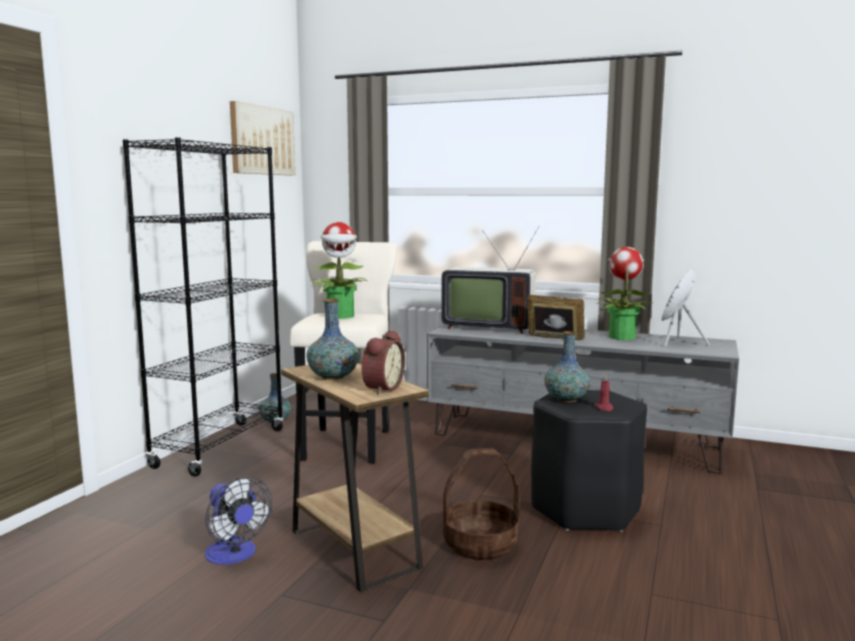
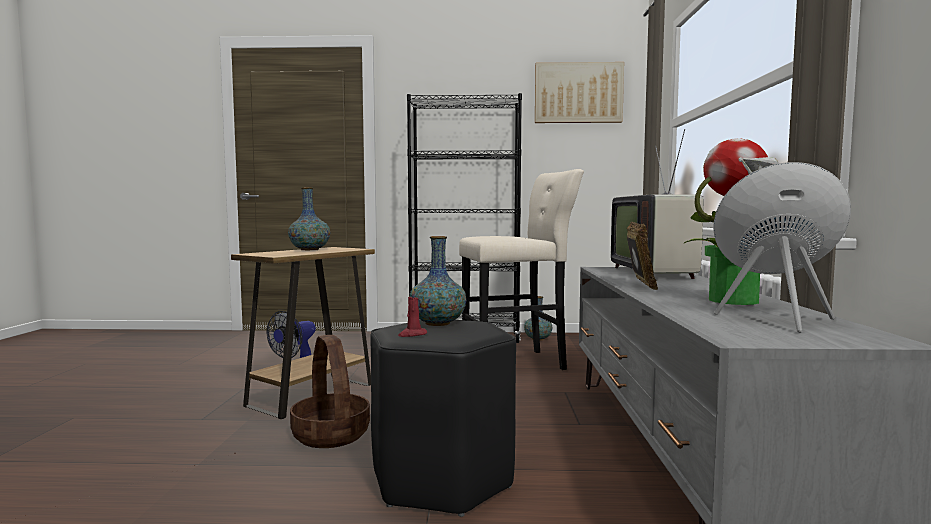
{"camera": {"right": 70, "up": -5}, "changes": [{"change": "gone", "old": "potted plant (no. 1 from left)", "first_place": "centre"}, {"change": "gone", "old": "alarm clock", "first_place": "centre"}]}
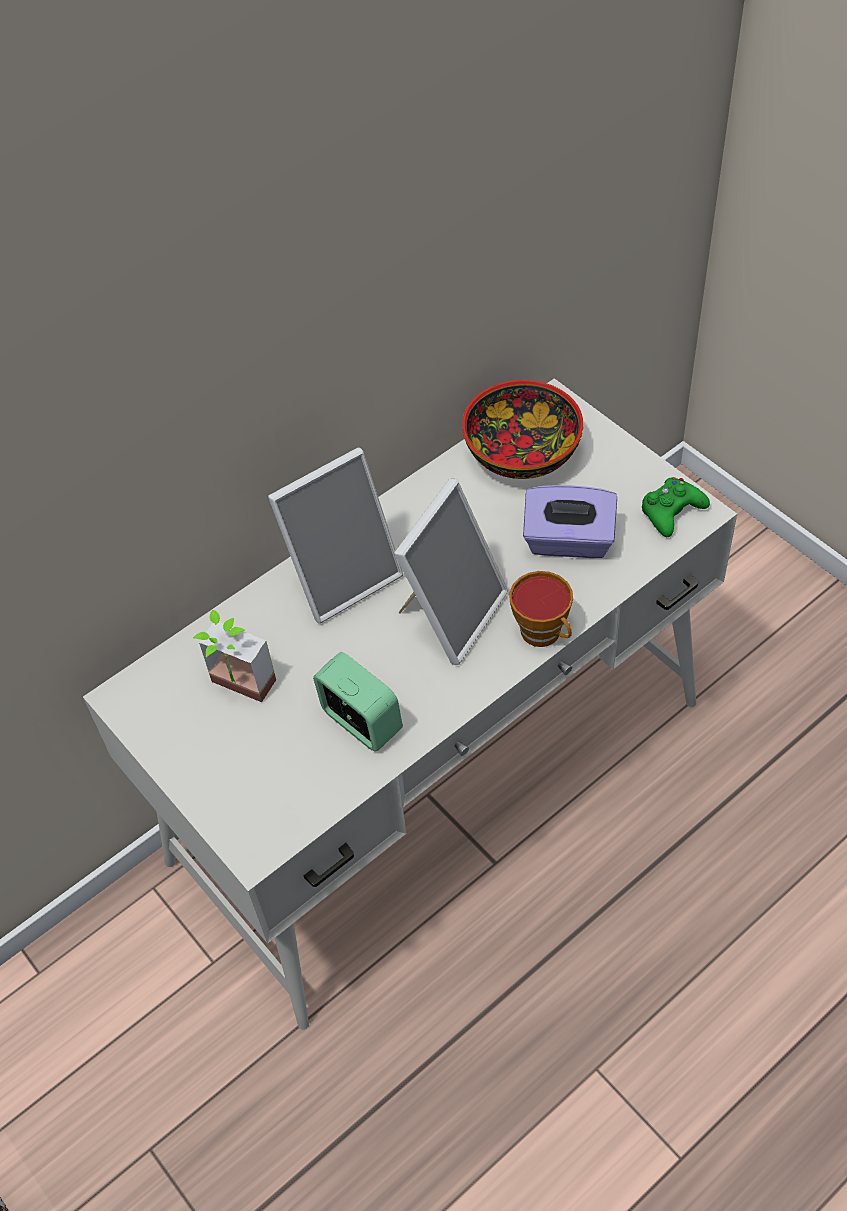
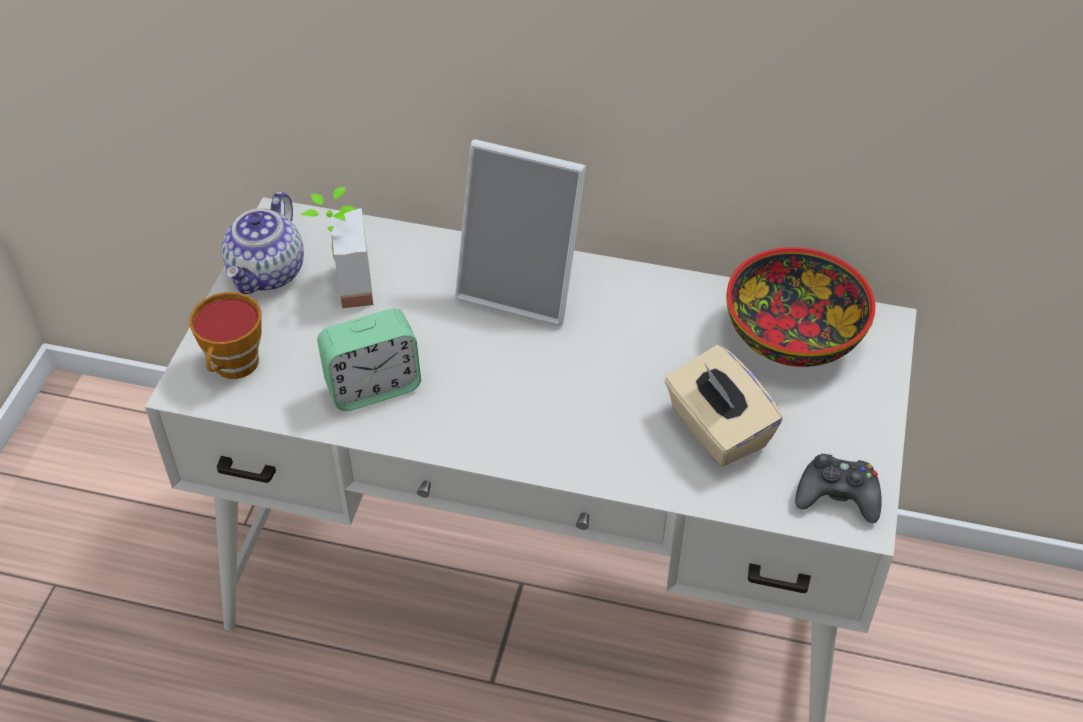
{"camera": {"right": 50, "up": -5}, "changes": [{"change": "shifted", "old": "cup", "first_place": "centre", "second_place": "middle left"}, {"change": "new", "new": "teapot", "second_place": "middle left"}, {"change": "rotated", "old": "alarm clock", "first_place": "centre", "second_place": "centre", "degrees": 60}, {"change": "repainted", "old": "tissue box (purple)", "new": "tissue box (beige)", "first_place": "middle right", "second_place": "middle right"}, {"change": "repainted", "old": "game controller (green)", "new": "game controller (black)", "first_place": "middle right", "second_place": "bottom right"}, {"change": "gone", "old": "picture frame (no. 2 from left)", "first_place": "centre"}]}
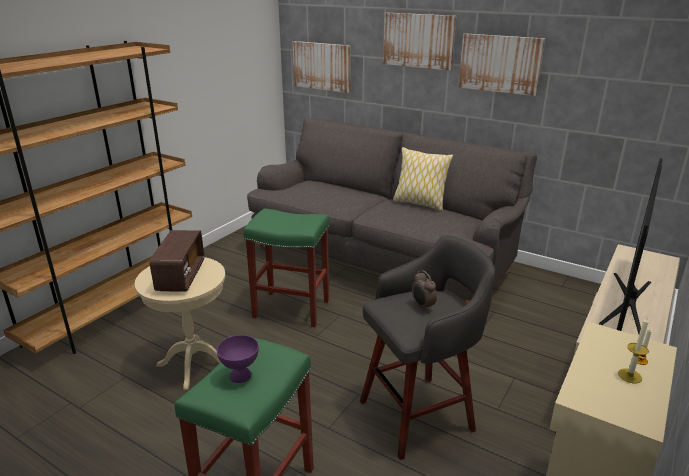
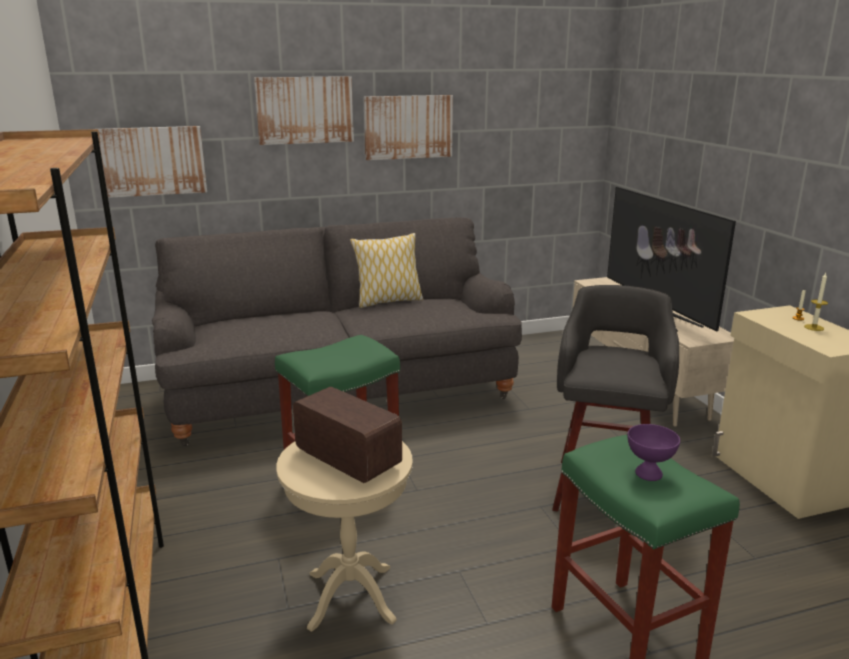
{"camera": {"right": -50, "up": -5}, "changes": [{"change": "gone", "old": "alarm clock", "first_place": "centre"}]}
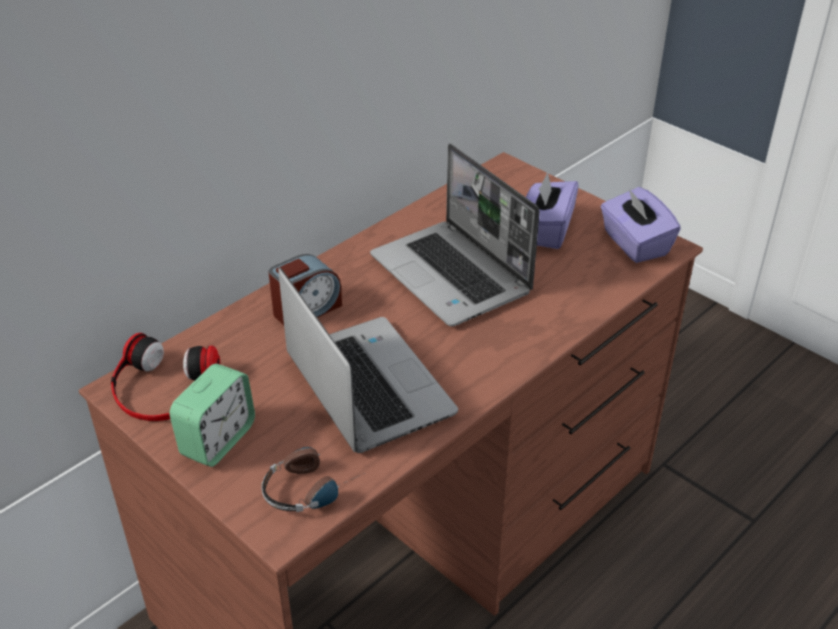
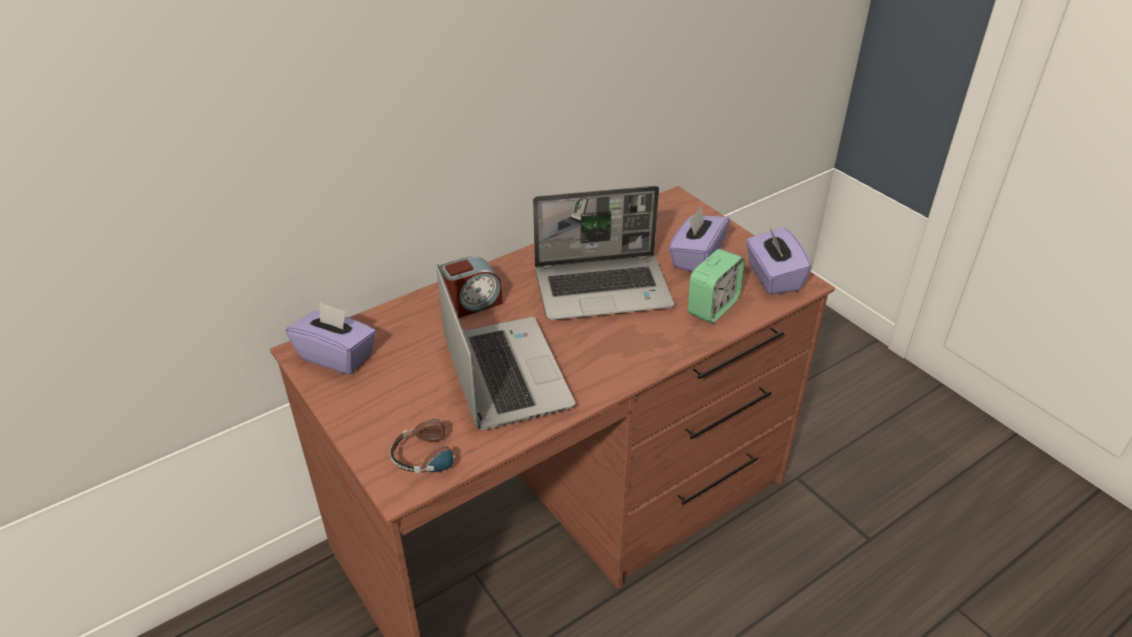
{"camera": {"right": 10, "up": 0}, "changes": [{"change": "swapped", "old": "headphones (no. 1 from left)", "new": "tissue box (purple) (no. 1 from left)", "first_place": "middle left", "second_place": "middle left"}, {"change": "rotated", "old": "laptop (no. 2 from left)", "first_place": "centre", "second_place": "centre", "degrees": -75}, {"change": "shifted", "old": "alarm clock (no. 1 from left in the first image)", "new": "alarm clock (no. 2 from left)", "first_place": "middle left", "second_place": "centre"}]}
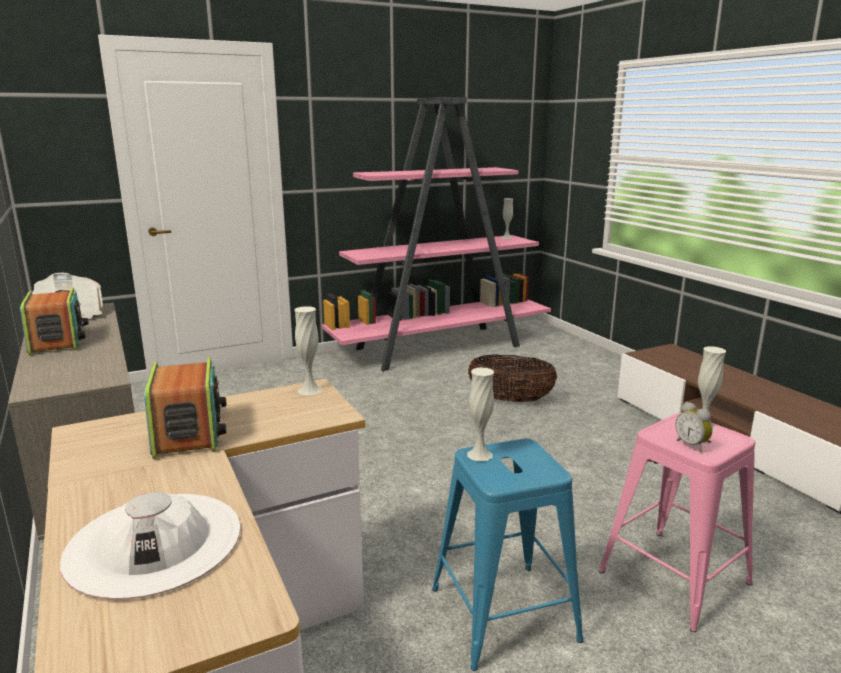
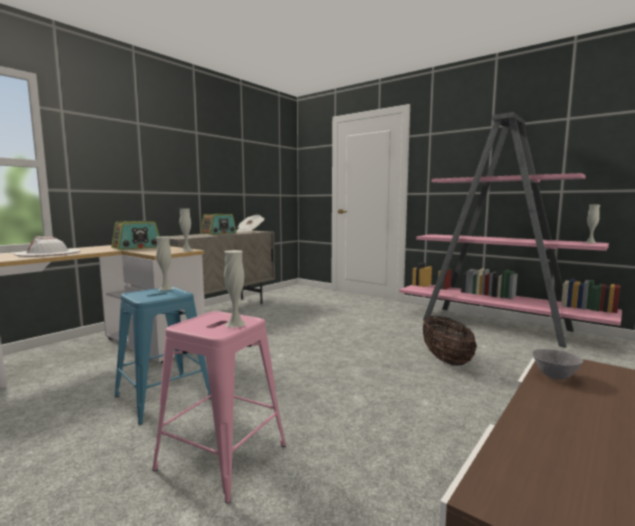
{"camera": {"right": 65, "up": -10}, "changes": [{"change": "new", "new": "bowl (grey)", "second_place": "bottom right"}, {"change": "gone", "old": "alarm clock", "first_place": "middle right"}]}
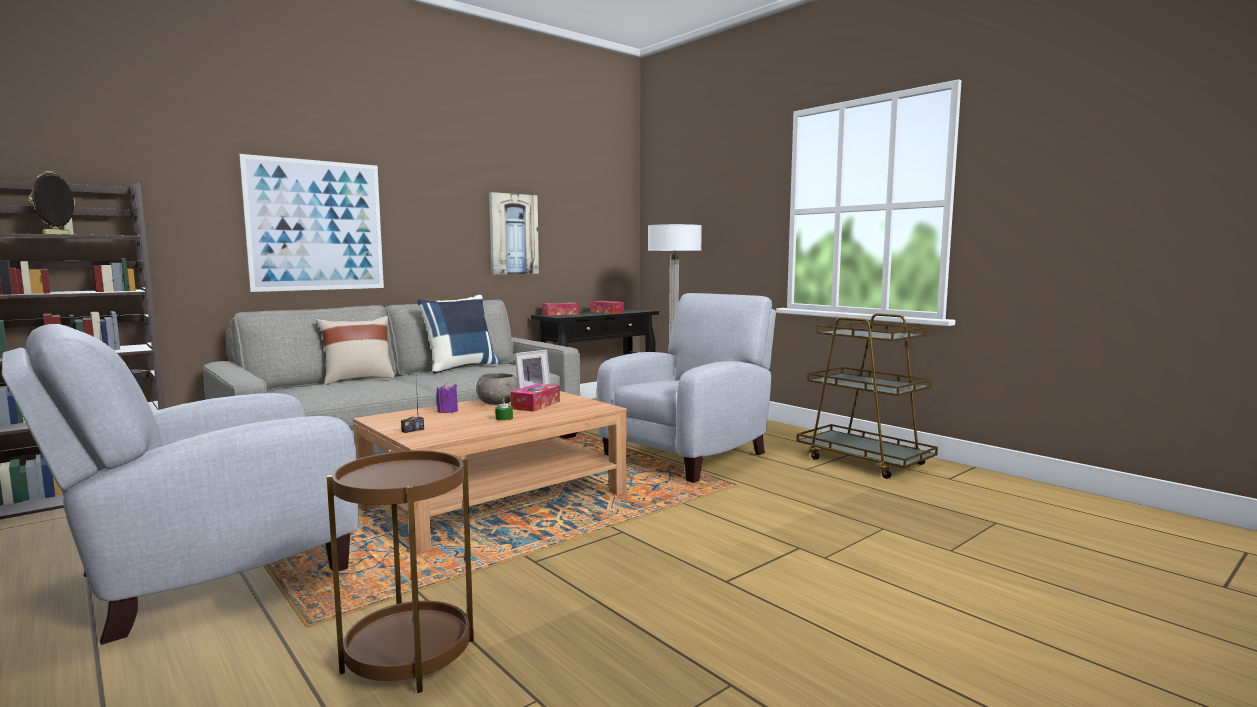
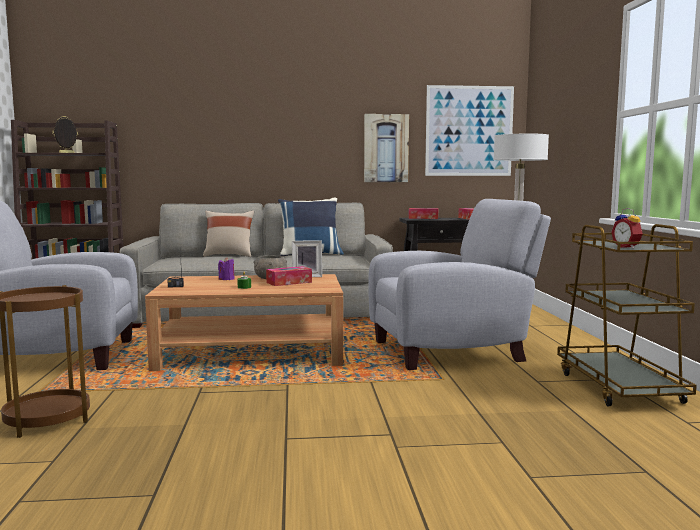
{"camera": {"right": 35, "up": 0}, "changes": [{"change": "shifted", "old": "picture (no. 1 from left in the first image)", "new": "picture (no. 2 from left)", "first_place": "top left", "second_place": "top right"}, {"change": "new", "new": "alarm clock", "second_place": "middle right"}]}
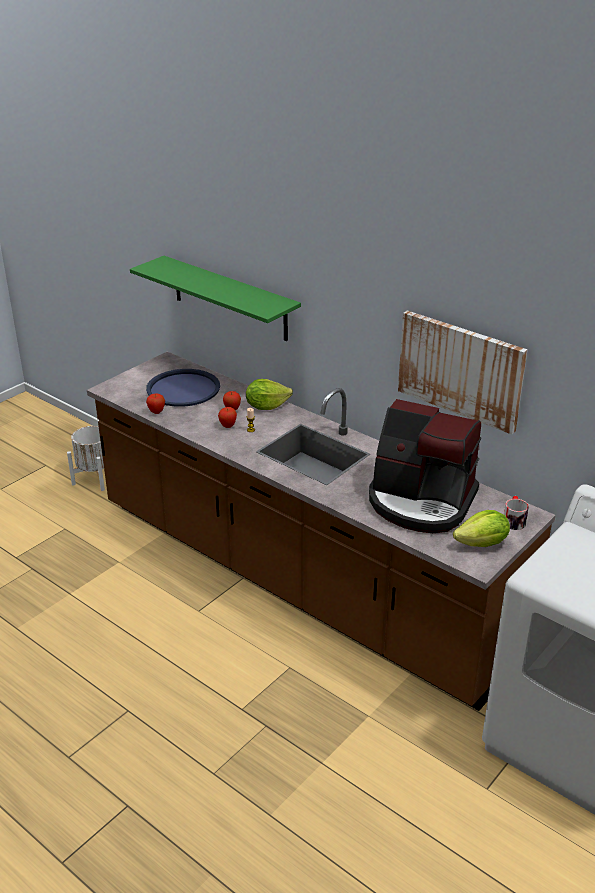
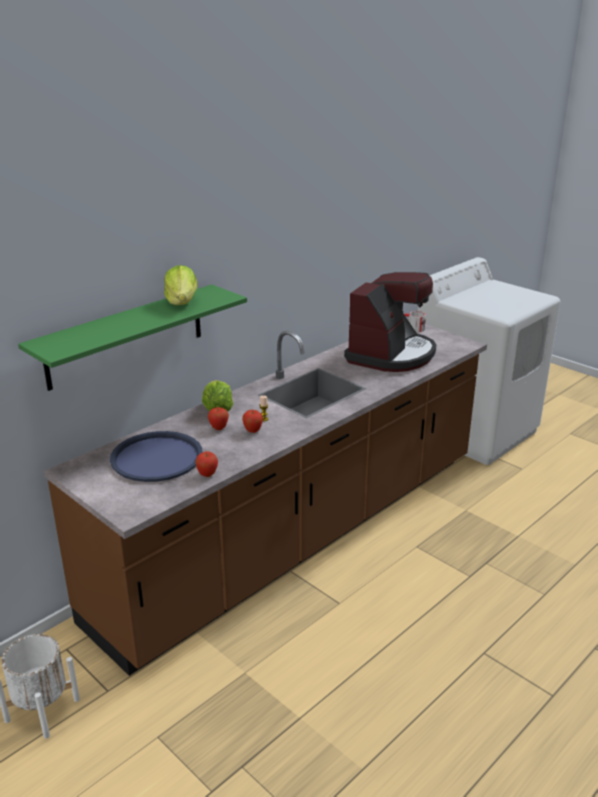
{"camera": {"right": -85, "up": -5}, "changes": [{"change": "shifted", "old": "lettuce (no. 2 from left in the first image)", "new": "lettuce (no. 1 from left)", "first_place": "middle right", "second_place": "middle left"}, {"change": "gone", "old": "picture", "first_place": "middle right"}]}
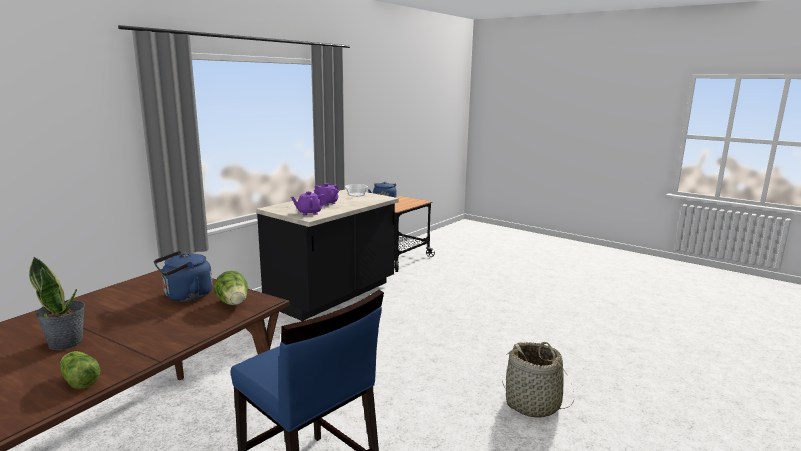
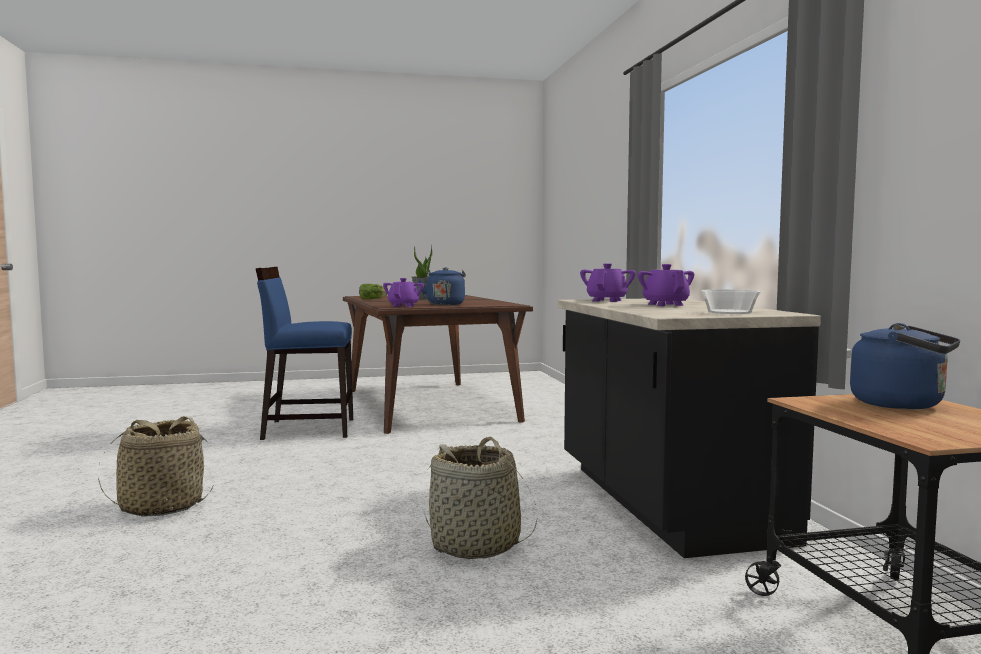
{"camera": {"right": 130, "up": -10}, "changes": [{"change": "swapped", "old": "lettuce (no. 2 from left)", "new": "teapot (purple) (no. 1 from left)", "first_place": "middle left", "second_place": "centre"}, {"change": "new", "new": "basket (no. 2 from left)", "second_place": "bottom centre"}]}
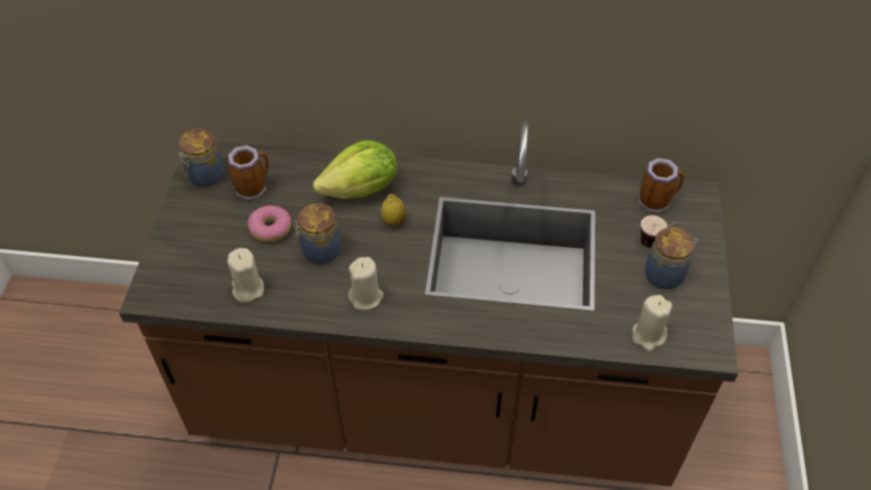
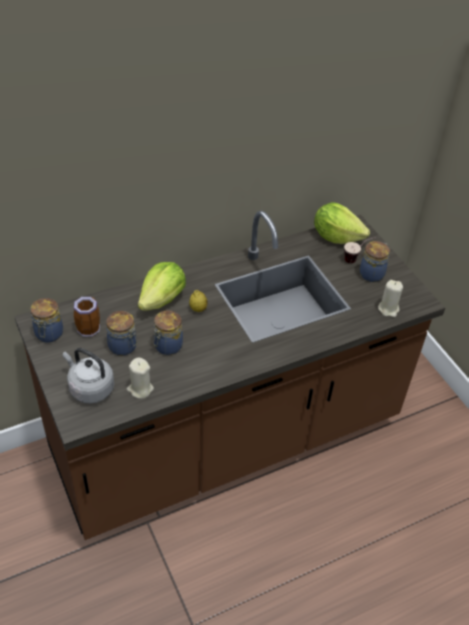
{"camera": {"right": -35, "up": -5}, "changes": [{"change": "new", "new": "kettle (grey)", "second_place": "middle left"}, {"change": "swapped", "old": "donut", "new": "jar (no. 2 from left)", "first_place": "middle left", "second_place": "middle left"}, {"change": "swapped", "old": "mug (no. 2 from left)", "new": "lettuce (no. 2 from left)", "first_place": "middle right", "second_place": "middle right"}, {"change": "gone", "old": "candle (beige) (no. 2 from left)", "first_place": "centre"}]}
